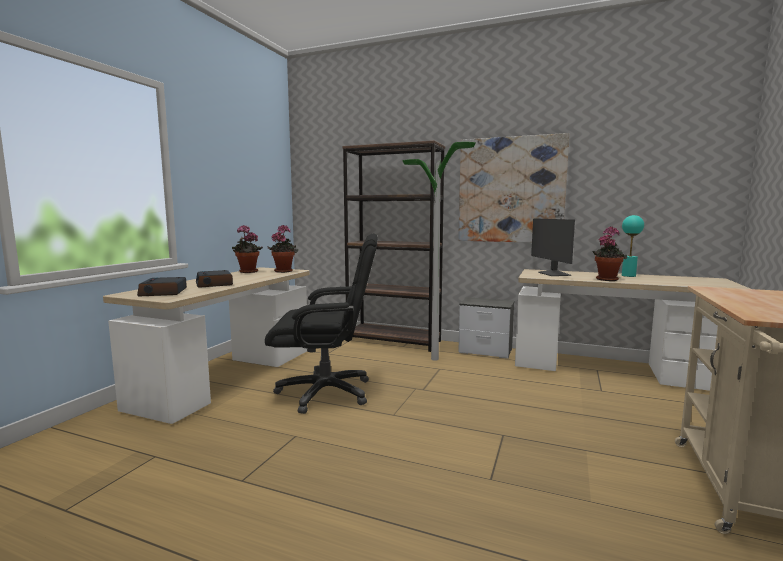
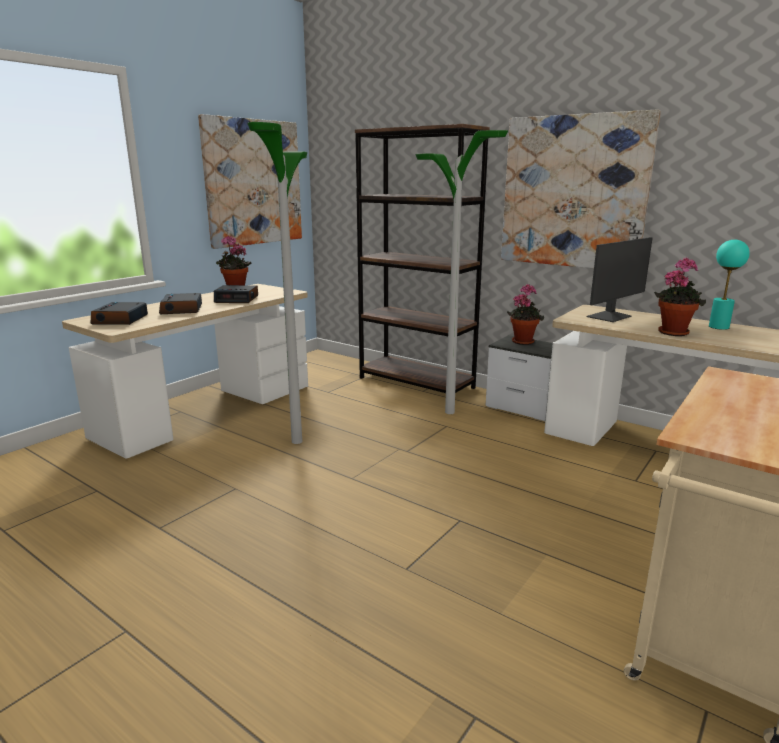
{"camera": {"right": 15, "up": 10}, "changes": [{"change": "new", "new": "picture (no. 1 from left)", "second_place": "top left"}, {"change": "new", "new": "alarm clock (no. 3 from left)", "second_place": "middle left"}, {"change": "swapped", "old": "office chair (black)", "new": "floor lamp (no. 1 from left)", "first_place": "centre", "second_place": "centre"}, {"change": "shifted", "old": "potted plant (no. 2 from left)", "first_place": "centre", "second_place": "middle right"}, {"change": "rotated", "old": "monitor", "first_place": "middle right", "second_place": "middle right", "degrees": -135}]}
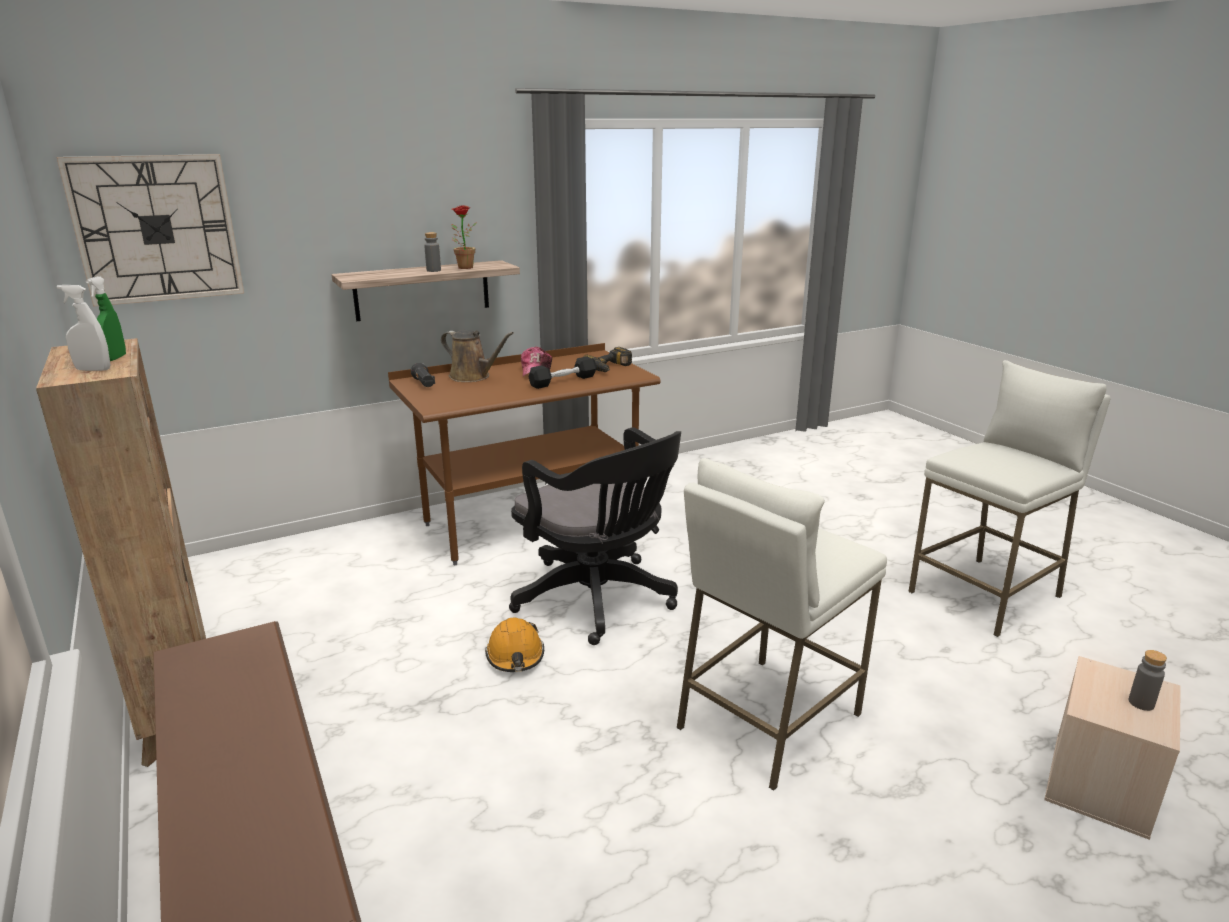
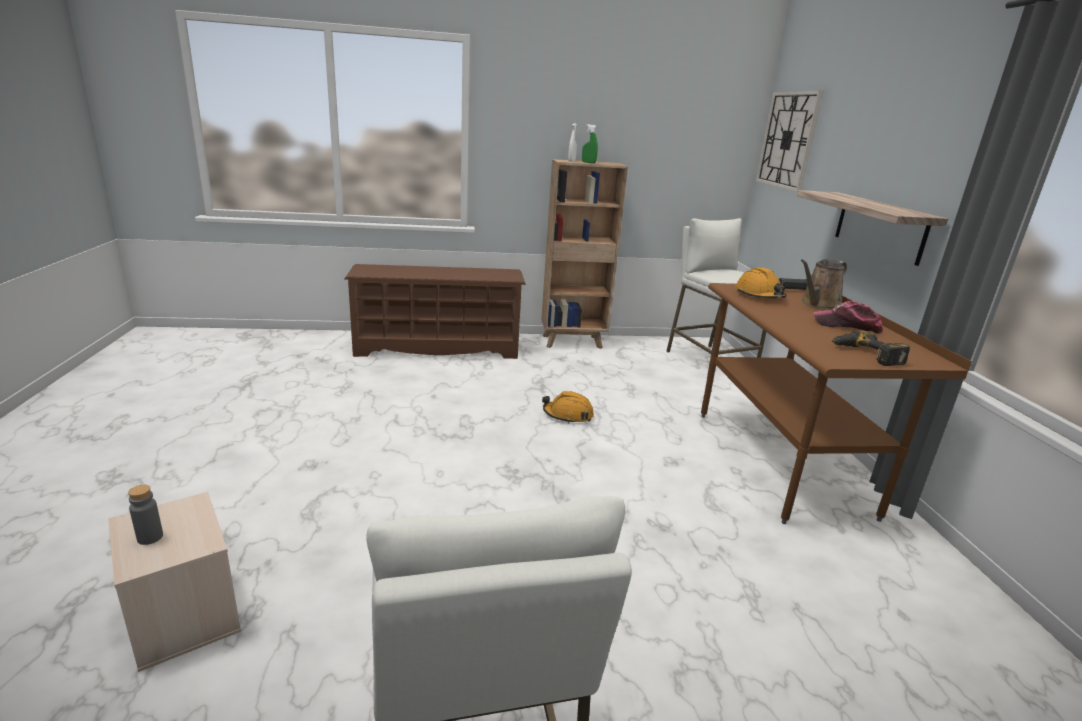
{"camera": {"right": 110, "up": 0}, "changes": [{"change": "shifted", "old": "stool (white) (no. 1 from left in the first image)", "new": "stool (white) (no. 2 from left)", "first_place": "bottom centre", "second_place": "centre"}, {"change": "new", "new": "hard hat (orange) (no. 2 from left)", "second_place": "middle right"}, {"change": "gone", "old": "bottle (grey) (no. 1 from left)", "first_place": "top centre"}, {"change": "gone", "old": "potted plant", "first_place": "top centre"}, {"change": "gone", "old": "office chair (black)", "first_place": "centre"}, {"change": "gone", "old": "dumbbell (black)", "first_place": "centre"}]}
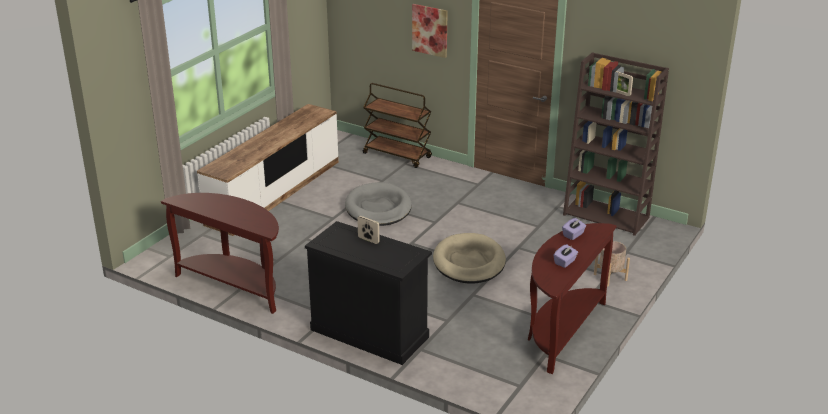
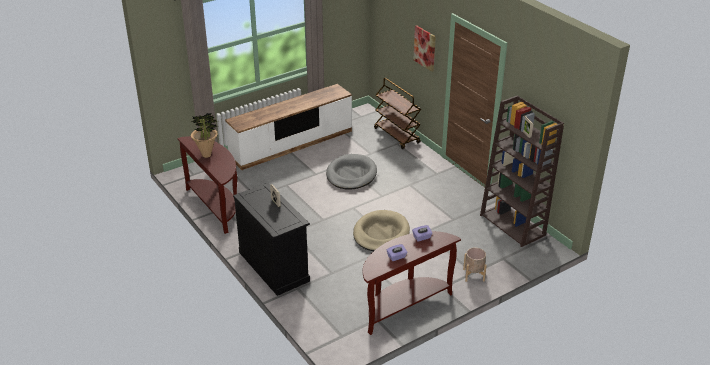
{"camera": {"right": 25, "up": 5}, "changes": [{"change": "new", "new": "potted plant", "second_place": "middle left"}]}
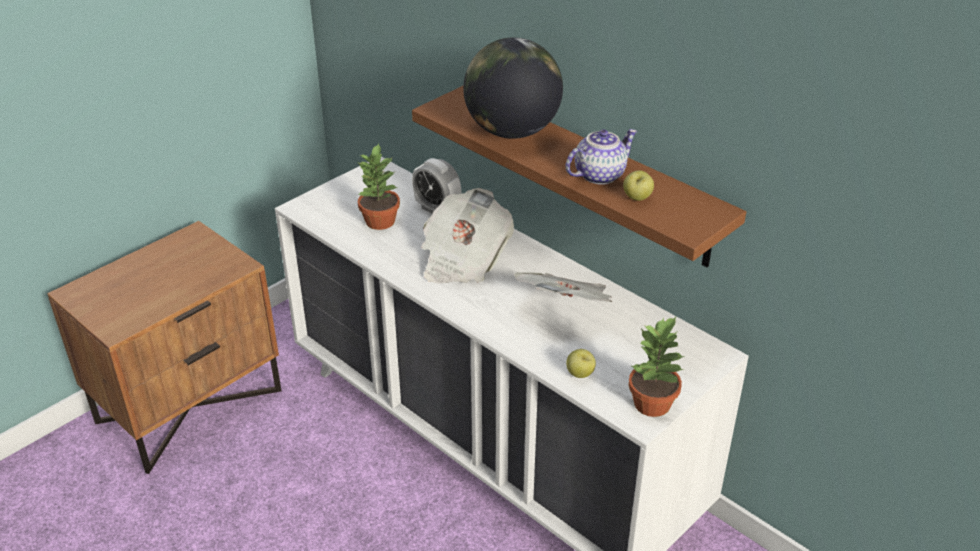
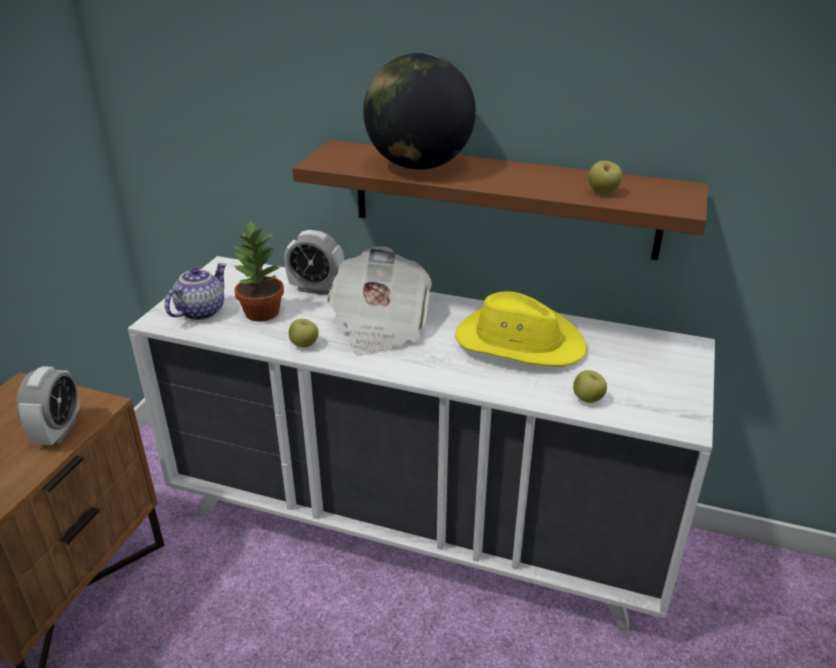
{"camera": {"right": -25, "up": -5}, "changes": [{"change": "new", "new": "alarm clock (no. 1 from left)", "second_place": "middle left"}, {"change": "shifted", "old": "teapot", "first_place": "top centre", "second_place": "middle left"}, {"change": "new", "new": "apple (no. 1 from left)", "second_place": "centre"}, {"change": "swapped", "old": "newspaper (no. 2 from left)", "new": "hat (yellow)", "first_place": "centre", "second_place": "centre"}, {"change": "gone", "old": "potted plant (no. 2 from left)", "first_place": "middle right"}]}
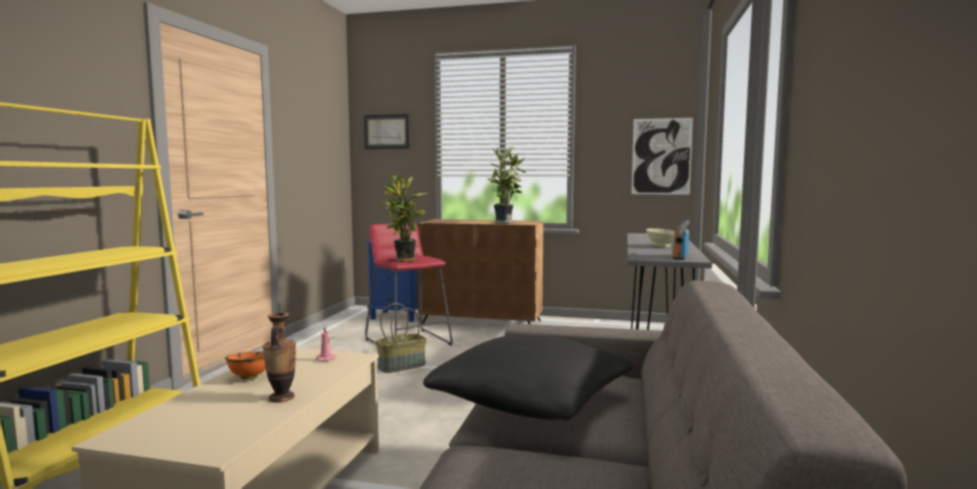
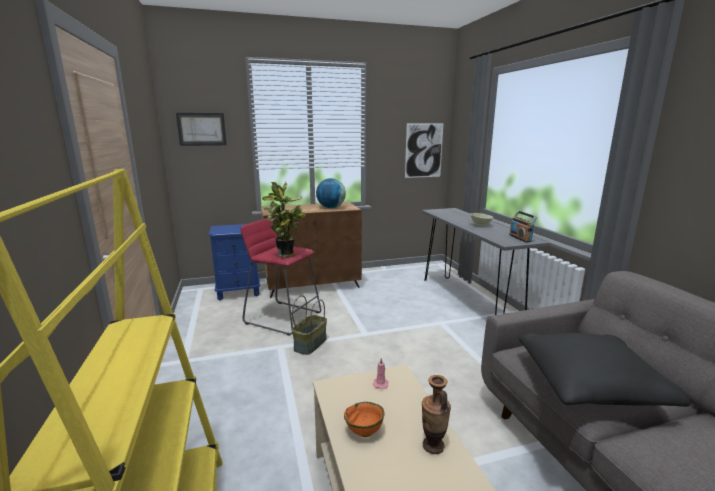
{"camera": {"right": -30, "up": 10}, "changes": [{"change": "swapped", "old": "potted plant (no. 2 from left)", "new": "globe", "first_place": "centre", "second_place": "centre"}]}
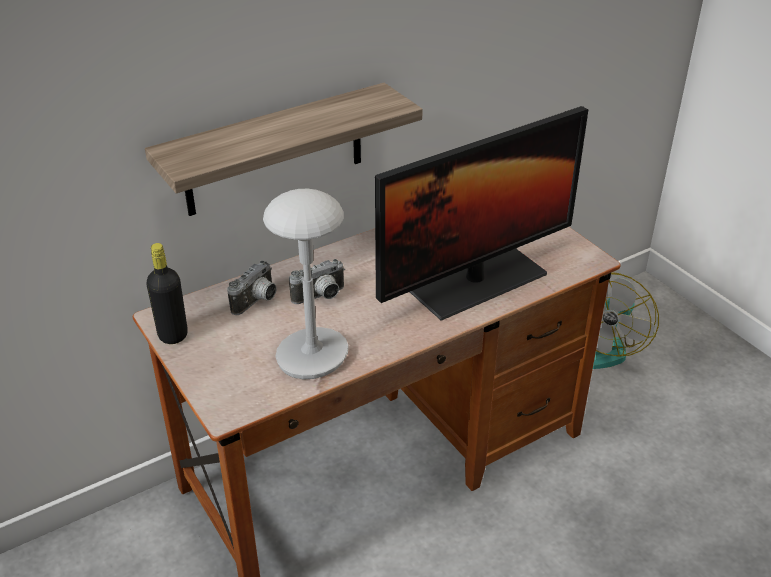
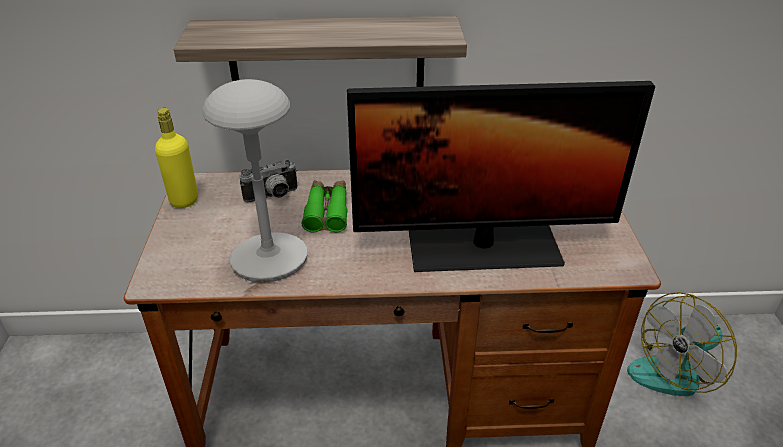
{"camera": {"right": 30, "up": 0}, "changes": [{"change": "repainted", "old": "bottle (black)", "new": "bottle (yellow)", "first_place": "middle left", "second_place": "middle left"}, {"change": "swapped", "old": "photo camera (no. 2 from left)", "new": "binoculars (green)", "first_place": "centre", "second_place": "centre"}]}
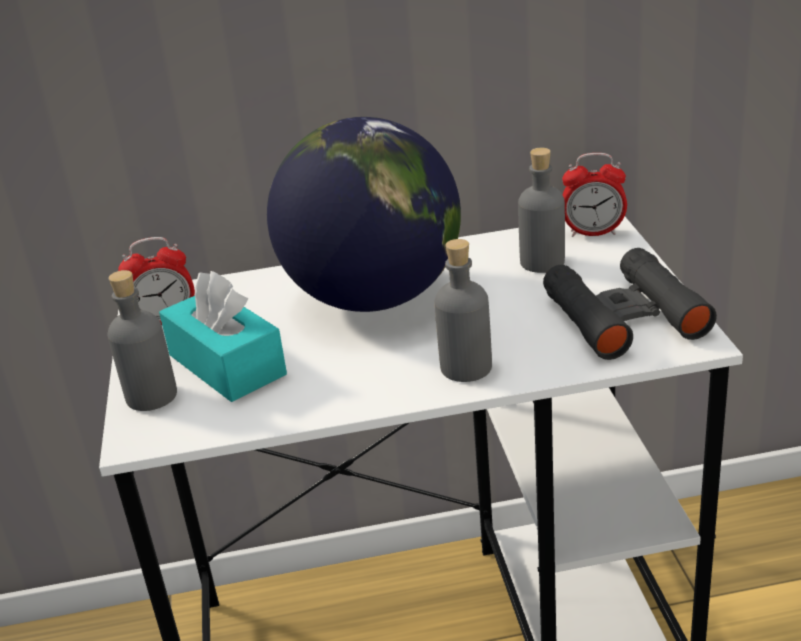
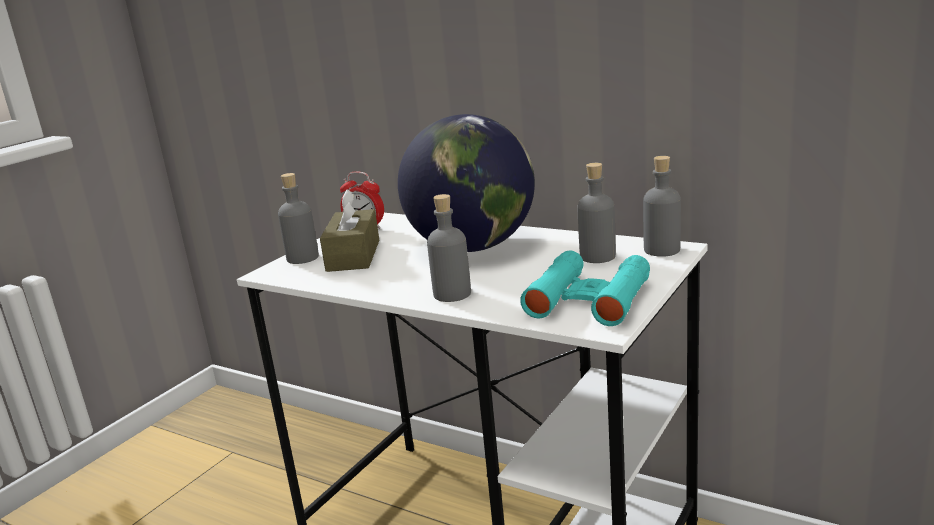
{"camera": {"right": 40, "up": -10}, "changes": [{"change": "repainted", "old": "tissue box (turquoise)", "new": "tissue box (brown)", "first_place": "middle left", "second_place": "centre"}, {"change": "repainted", "old": "binoculars (black)", "new": "binoculars (turquoise)", "first_place": "middle right", "second_place": "centre"}, {"change": "swapped", "old": "alarm clock (no. 2 from left)", "new": "bottle (grey) (no. 4 from left)", "first_place": "top right", "second_place": "middle right"}]}
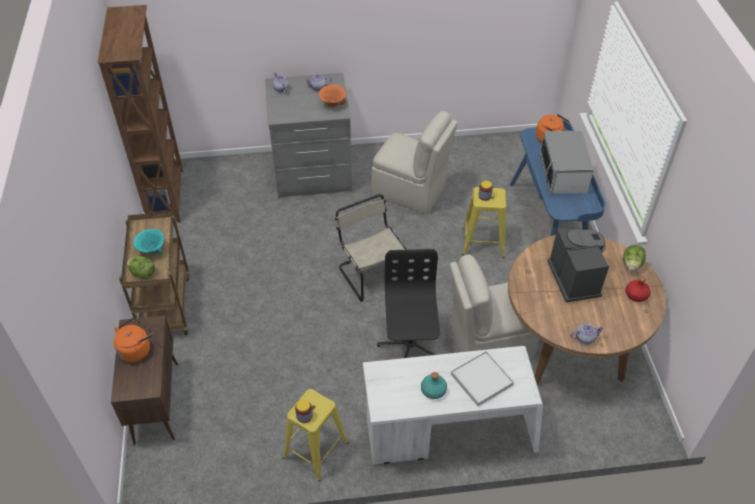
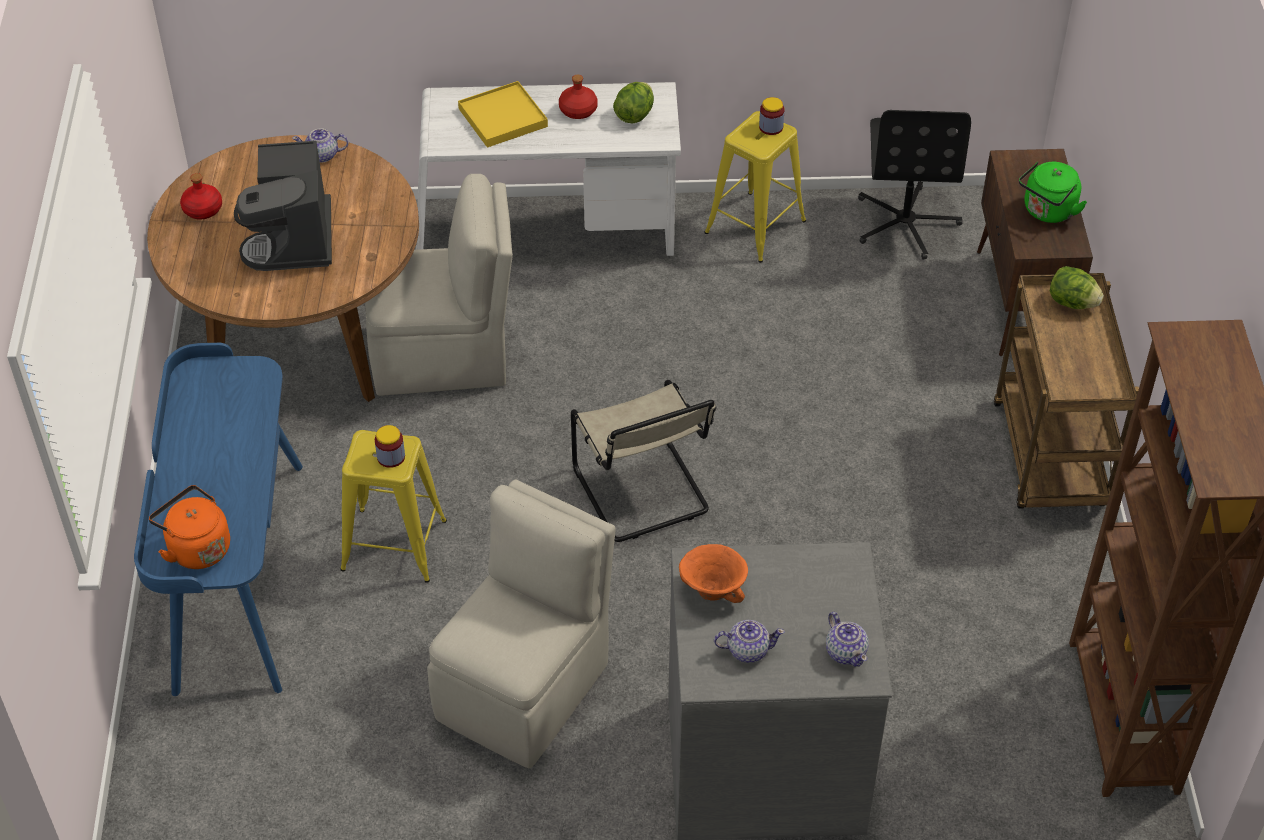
{"camera": {"right": -175, "up": 0}, "changes": [{"change": "rotated", "old": "chair (beige) (no. 2 from left)", "first_place": "top centre", "second_place": "bottom centre", "degrees": 90}, {"change": "repainted", "old": "tray (white)", "new": "tray (yellow)", "first_place": "bottom centre", "second_place": "top centre"}, {"change": "repainted", "old": "bottle (turquoise)", "new": "bottle (red) (no. 2 from left)", "first_place": "bottom centre", "second_place": "top centre"}, {"change": "shifted", "old": "lettuce (no. 2 from left in the first image)", "new": "lettuce (no. 1 from left)", "first_place": "middle right", "second_place": "top centre"}, {"change": "shifted", "old": "office chair (black)", "first_place": "centre", "second_place": "top right"}, {"change": "repainted", "old": "kettle (orange) (no. 1 from left)", "new": "kettle (green)", "first_place": "bottom left", "second_place": "top right"}, {"change": "gone", "old": "bowl (turquoise)", "first_place": "middle left"}, {"change": "gone", "old": "microwave", "first_place": "top right"}]}
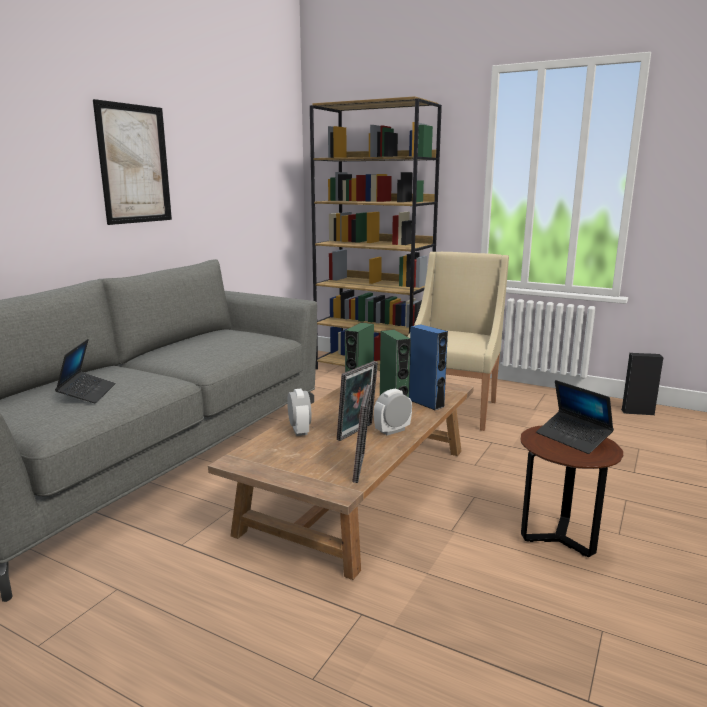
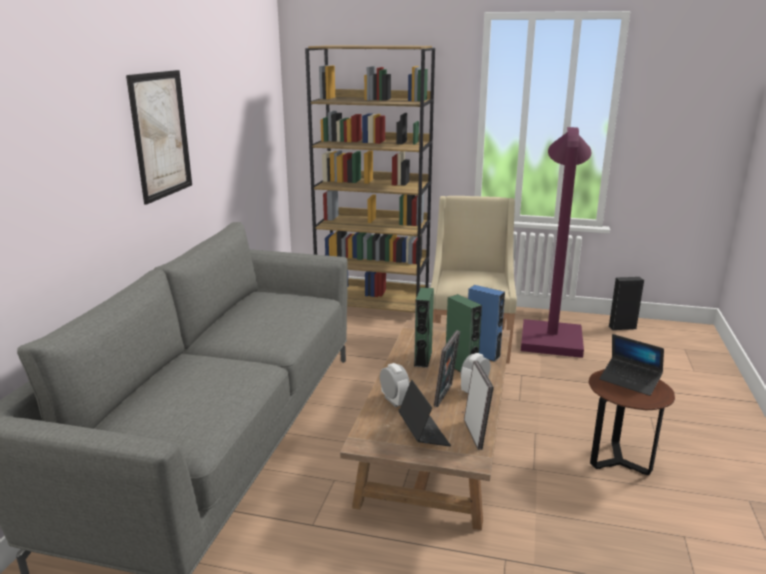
{"camera": {"right": -15, "up": 5}, "changes": [{"change": "shifted", "old": "laptop (no. 1 from left)", "first_place": "middle left", "second_place": "bottom centre"}, {"change": "new", "new": "floor lamp (purple)", "second_place": "middle right"}]}
